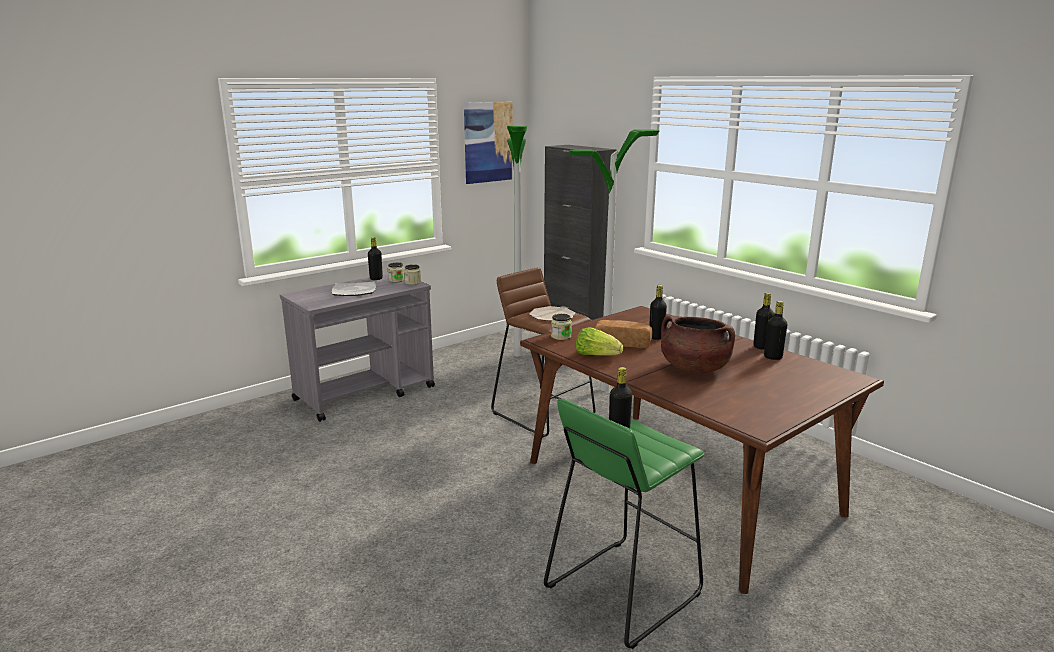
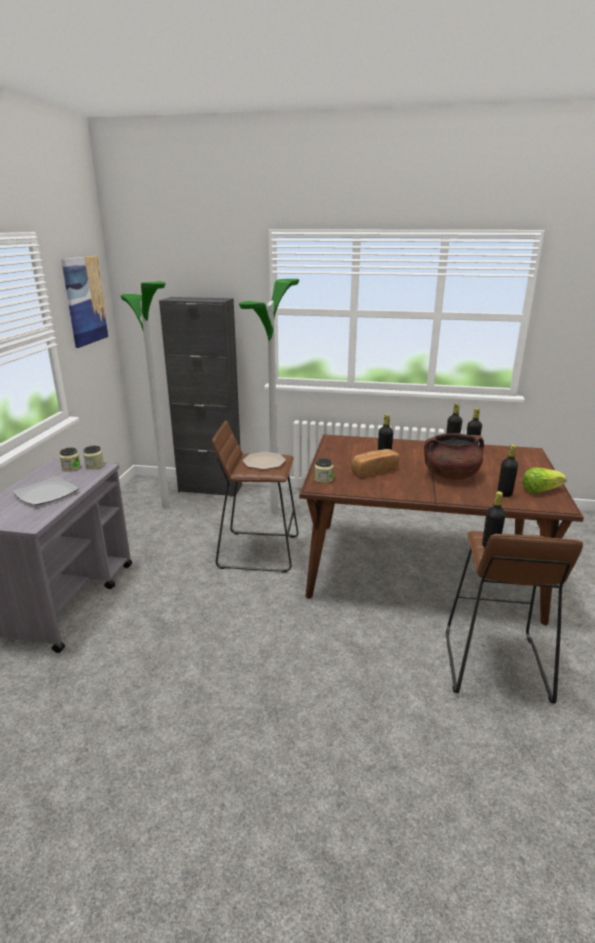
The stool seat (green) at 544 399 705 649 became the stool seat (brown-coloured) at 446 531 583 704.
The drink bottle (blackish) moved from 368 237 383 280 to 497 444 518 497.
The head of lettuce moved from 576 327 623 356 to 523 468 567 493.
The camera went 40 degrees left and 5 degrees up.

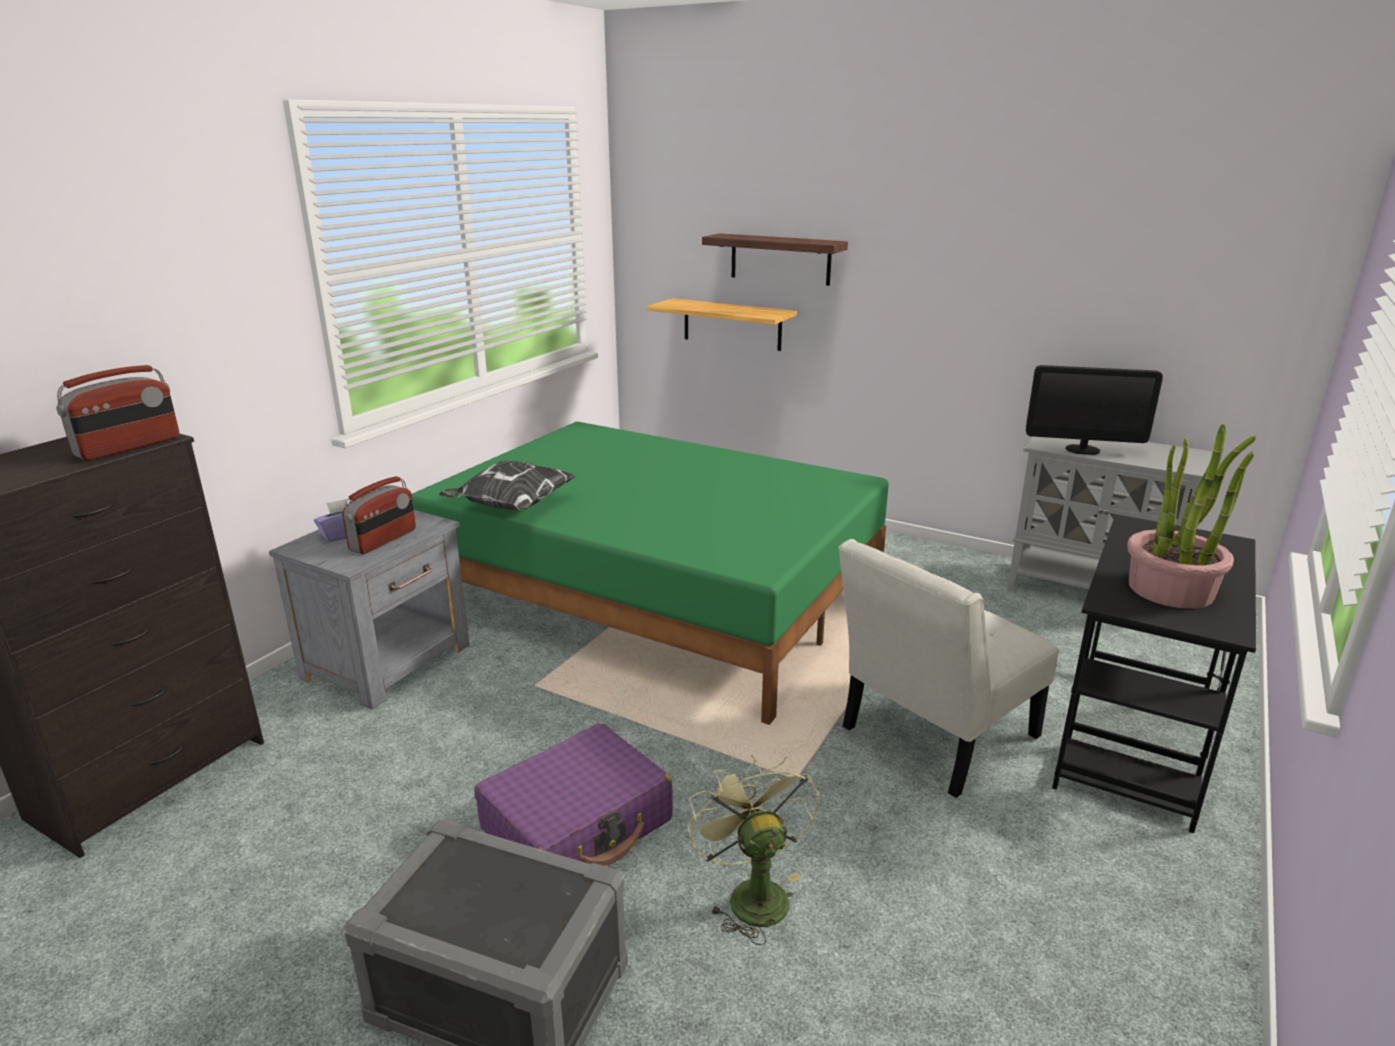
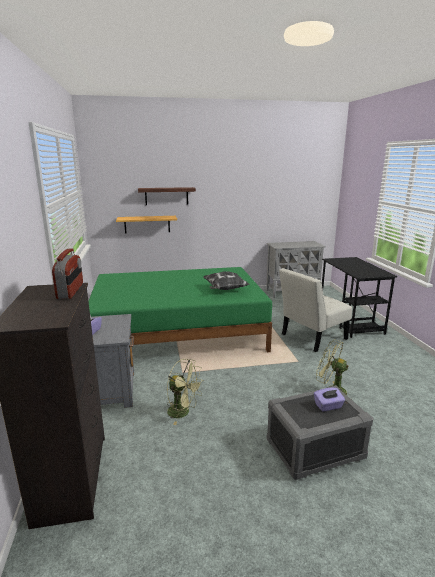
The cooling fan (green) at 167 359 204 425 appeared.
The cushion moved from 439 461 576 510 to 203 271 250 290.
The plain chair (white-coloured) at 838 539 1059 798 turned 45 degrees clockwise.
The tissue holder (purple-coloured) at 314 388 345 412 appeared.
The radio receiver at 342 476 416 554 disappeared.
The suitcase (purple-coloured) at 474 723 673 866 disappeared.
The computer screen at 1026 365 1163 455 disappeared.
The potted plant at 1127 424 1256 609 disappeared.
The camera went 40 degrees left and 5 degrees down.

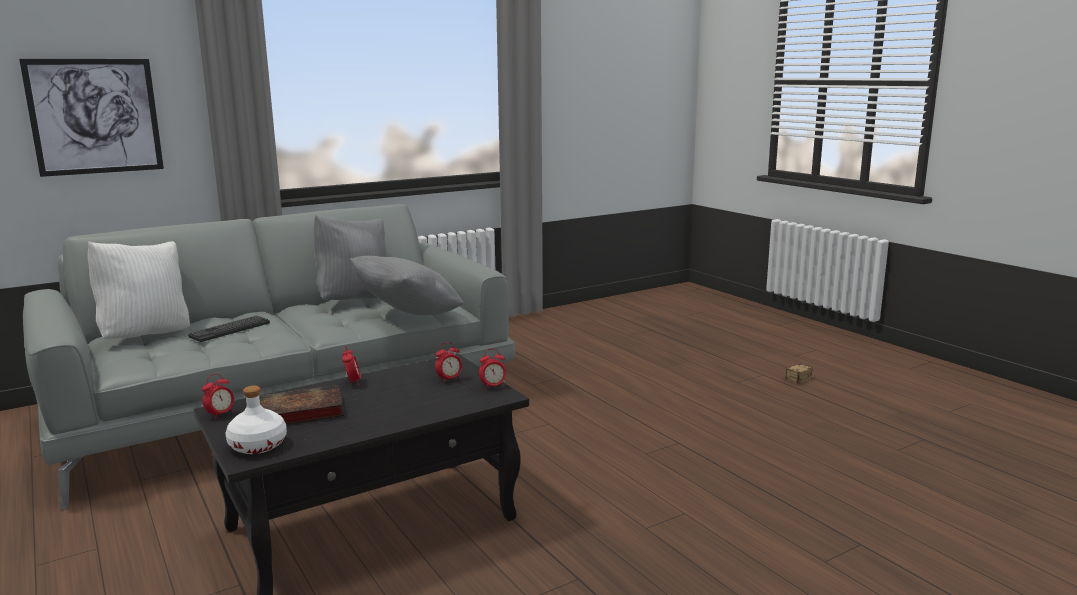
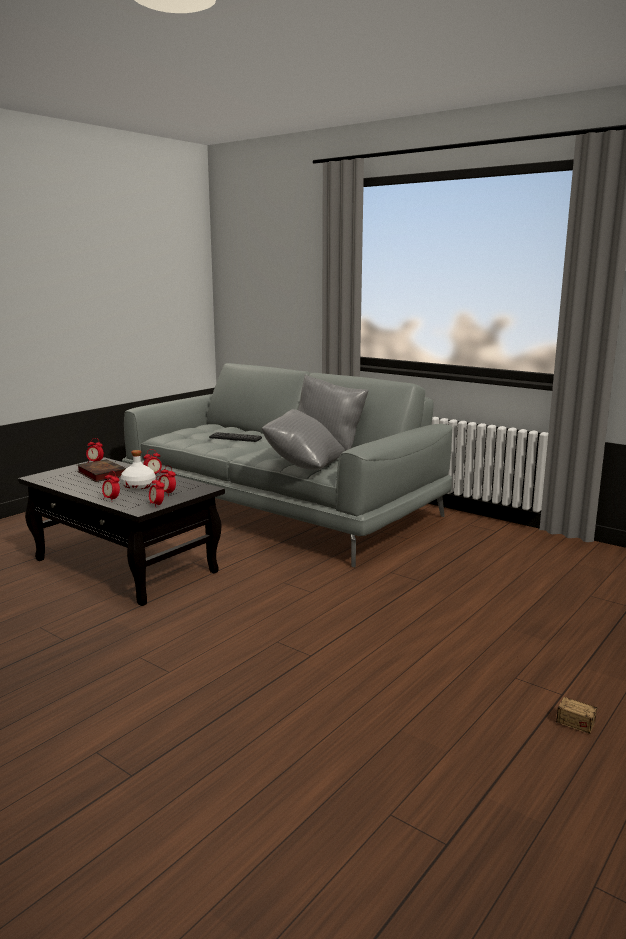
The alarm clock at 102 471 120 500 appeared.
The drink bottle (white-coloured) moved from 226 386 287 454 to 120 450 156 490.
The picture at 19 59 164 177 disappeared.
The cushion (white-coloured) at 88 241 190 339 disappeared.
The camera went 70 degrees right and 0 degrees up.

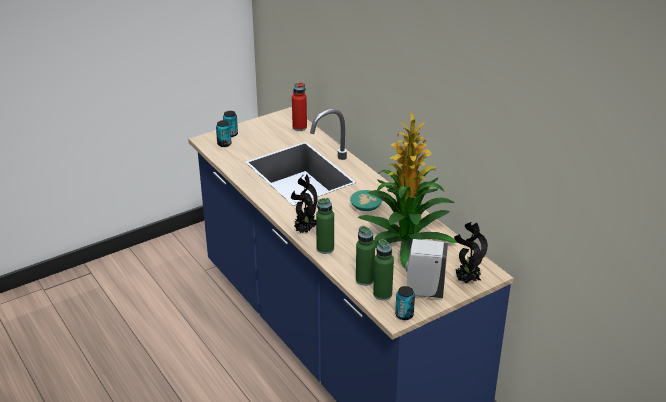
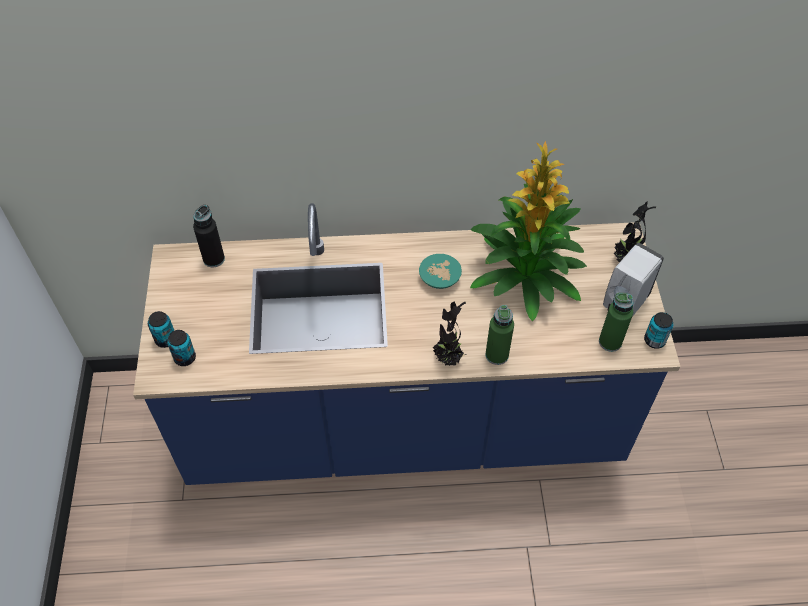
The drink bottle (red) at 292 83 307 131 became the drink bottle (blackish) at 193 205 225 267.
The drink bottle (green) at 356 226 375 286 disappeared.
The camera went 60 degrees left and 20 degrees up.

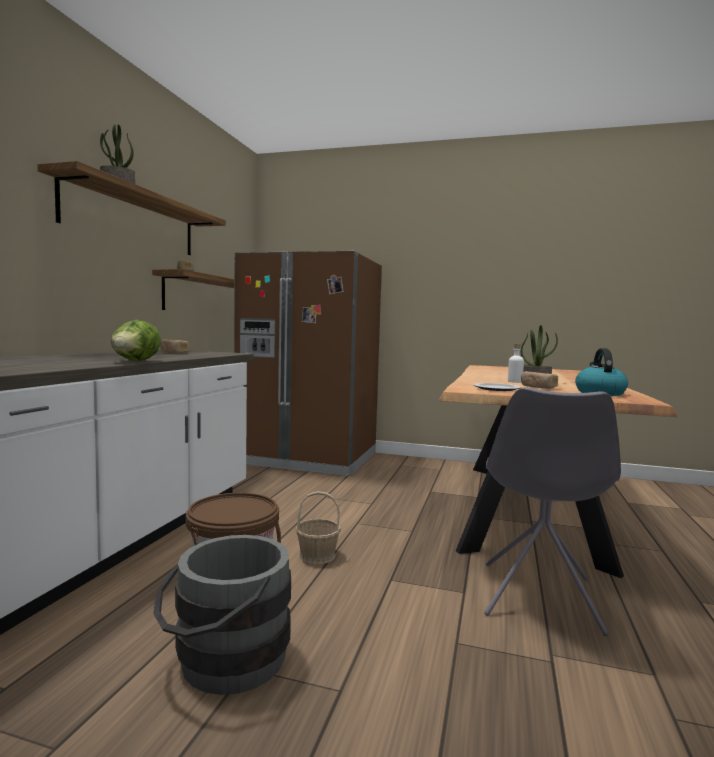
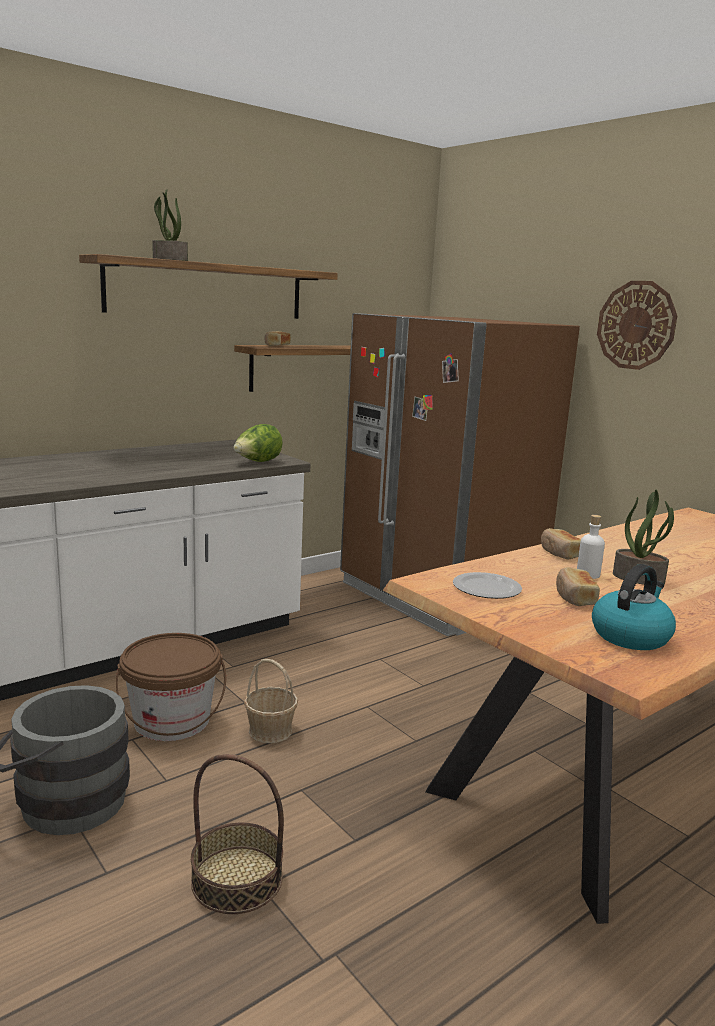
The household basket at 191 754 284 914 appeared.
The head of lettuce moved from 111 320 161 361 to 233 424 283 462.
The baked bread moved from 160 339 189 353 to 541 528 581 559.
The clock on the wall at 597 281 677 370 appeared.
The plain chair (greyish) at 484 387 621 636 disappeared.
The camera went 35 degrees right and 10 degrees up.

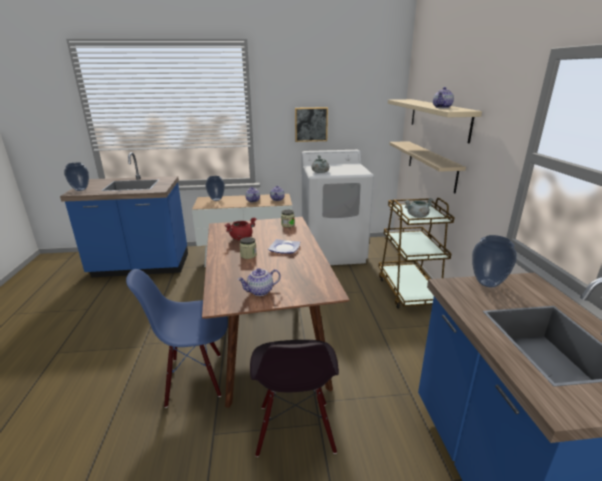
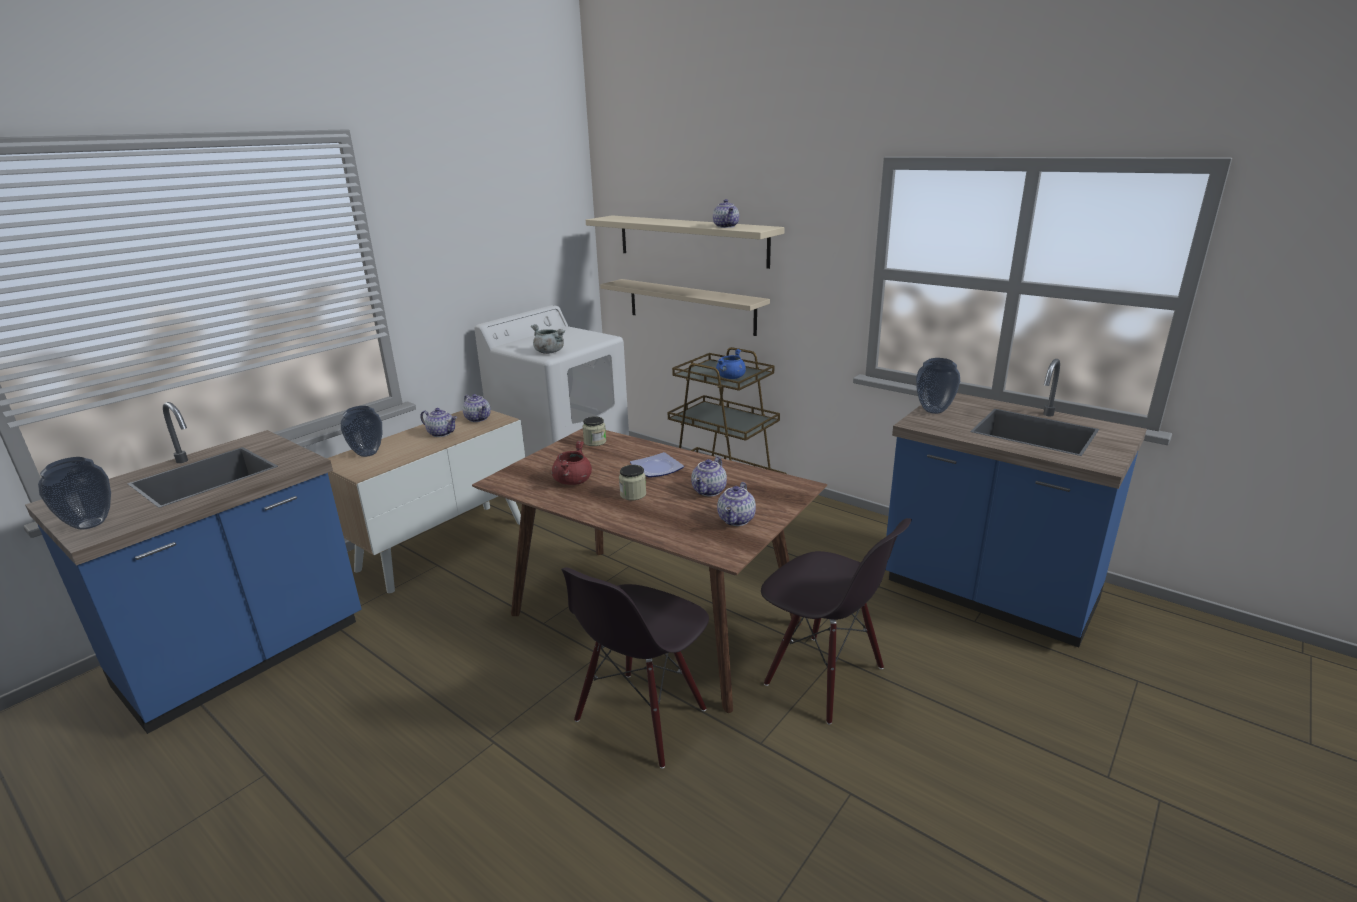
The plain chair (bluish) at 126 269 228 408 became the plain chair (blackish) at 561 567 709 769.
The pot for tea at 691 457 727 497 appeared.
The stockpot (greyish) at 404 198 433 218 became the stockpot (bluish) at 716 349 746 379.
The picture at 295 107 328 142 disappeared.
The camera went 45 degrees left and 0 degrees up.

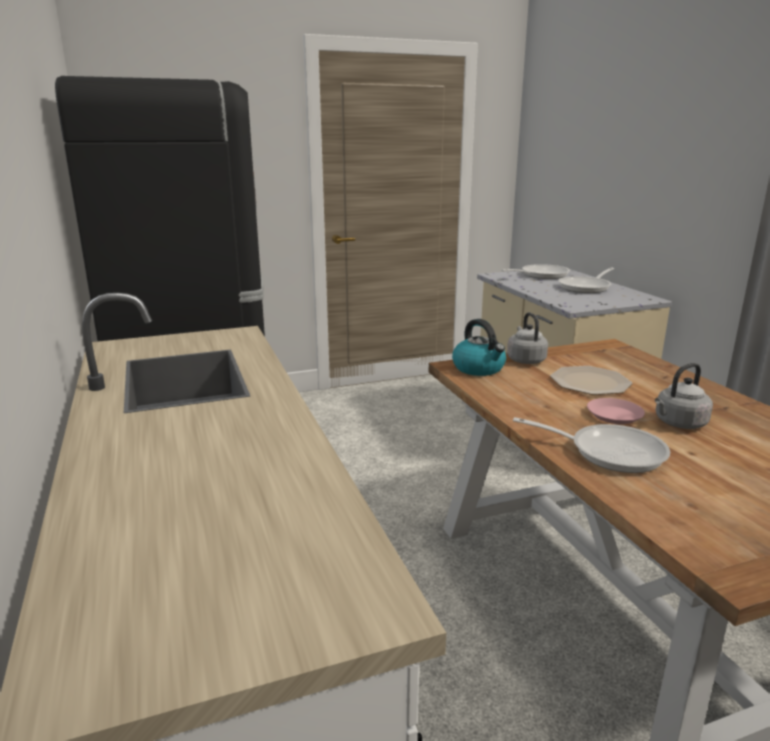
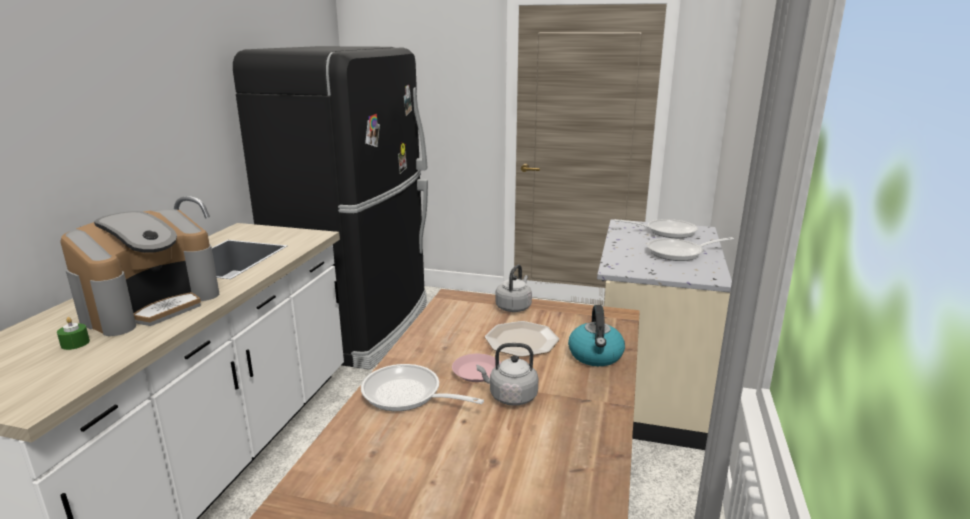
The wax light (green) at 57 317 90 350 appeared.
The coffee machine at 60 209 219 336 appeared.
The skillet at 513 417 670 473 turned 150 degrees clockwise.
The water kettle moved from 452 319 506 376 to 568 305 625 366.
The camera went 35 degrees right and 0 degrees up.

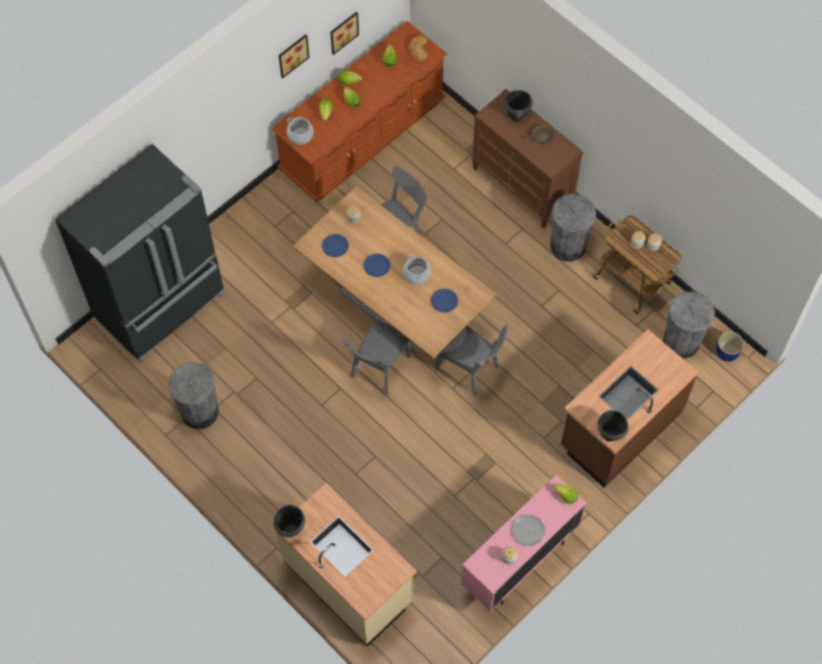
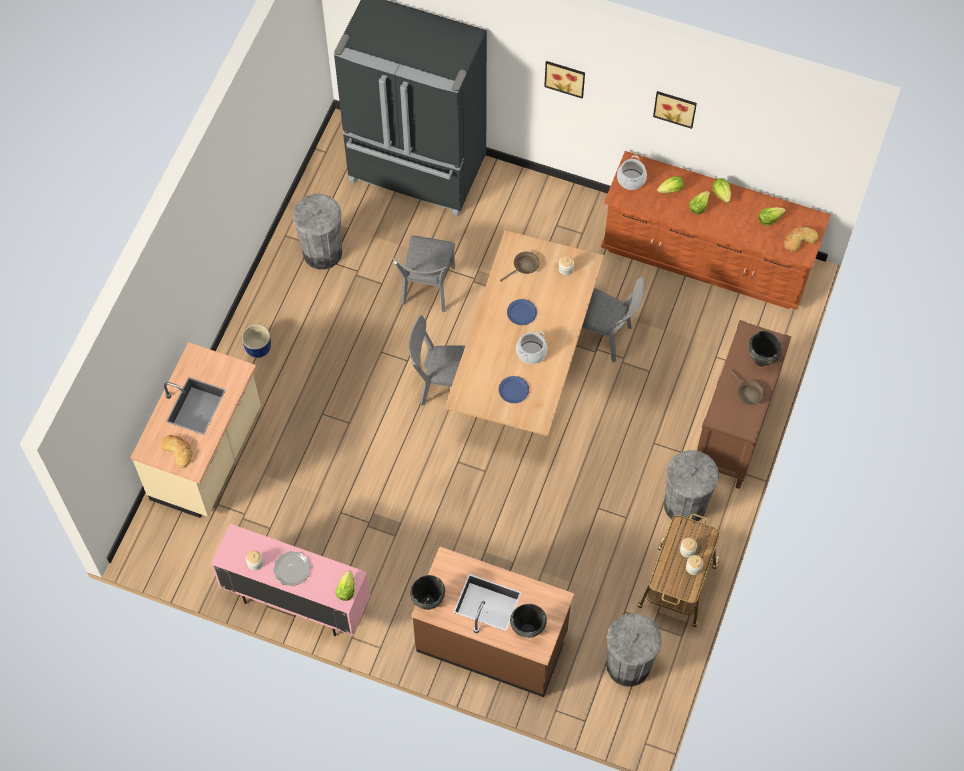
The baked bread at 161 435 193 468 appeared.
The flower pot (bluish) moved from 716 332 744 362 to 242 324 271 358.
The plain chair (greyish) moved from 435 325 509 397 to 393 236 455 312.
The flat dish (bluish) at 322 234 349 257 was replaced by the skillet (brown-coloured) at 500 252 540 282.
The stockpot (blackish) moved from 274 505 305 537 to 510 604 547 638.
The picture moved from 330 12 359 55 to 544 61 585 98.
The camera went 65 degrees right and 0 degrees up.

